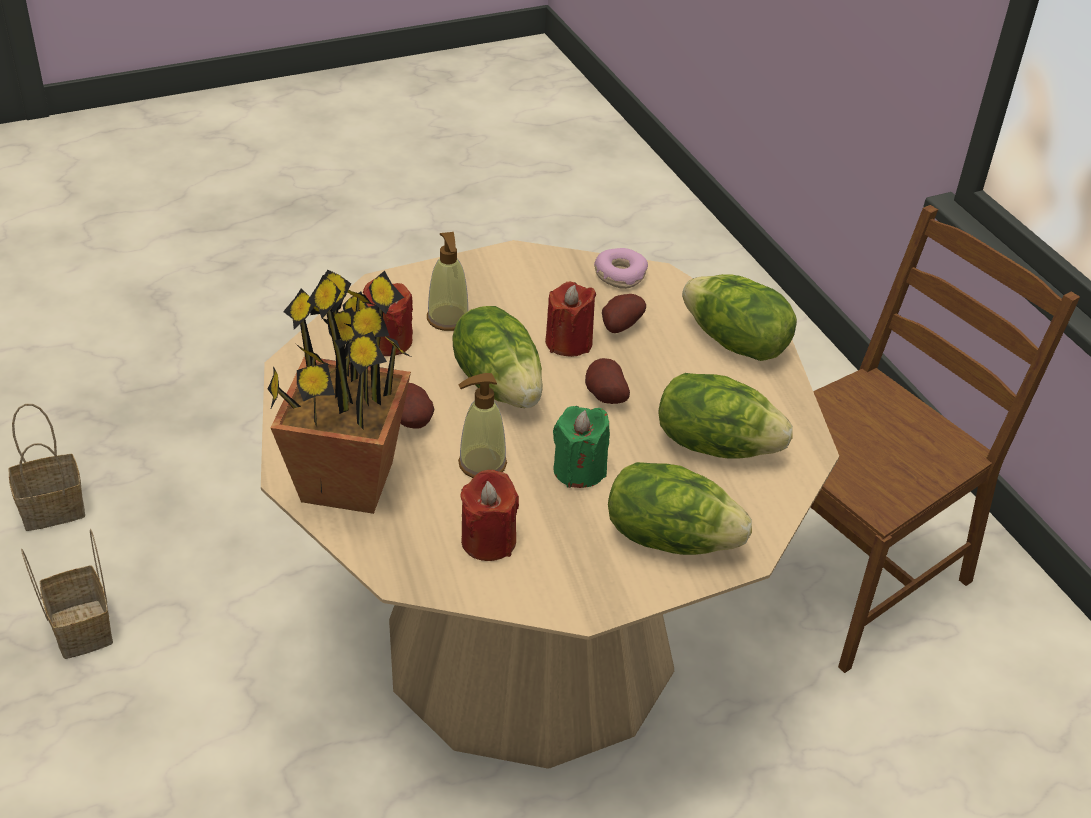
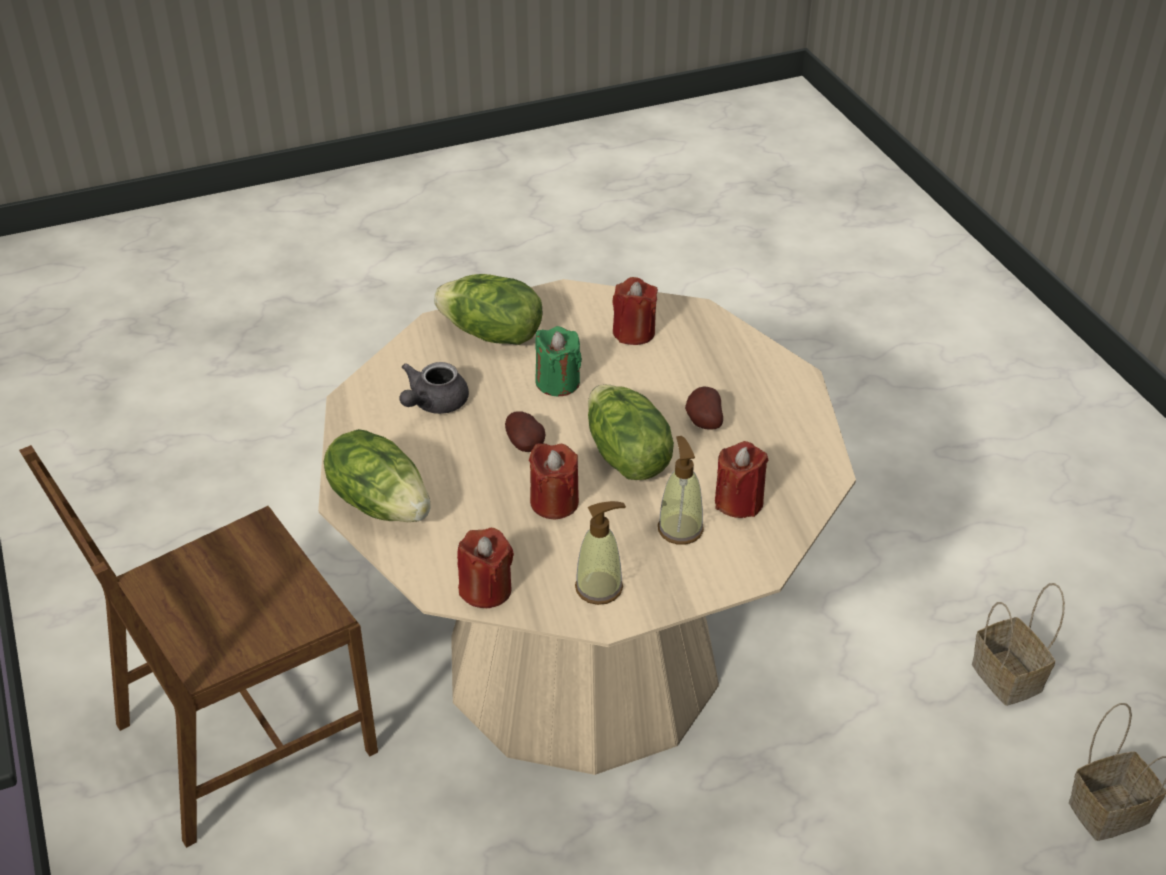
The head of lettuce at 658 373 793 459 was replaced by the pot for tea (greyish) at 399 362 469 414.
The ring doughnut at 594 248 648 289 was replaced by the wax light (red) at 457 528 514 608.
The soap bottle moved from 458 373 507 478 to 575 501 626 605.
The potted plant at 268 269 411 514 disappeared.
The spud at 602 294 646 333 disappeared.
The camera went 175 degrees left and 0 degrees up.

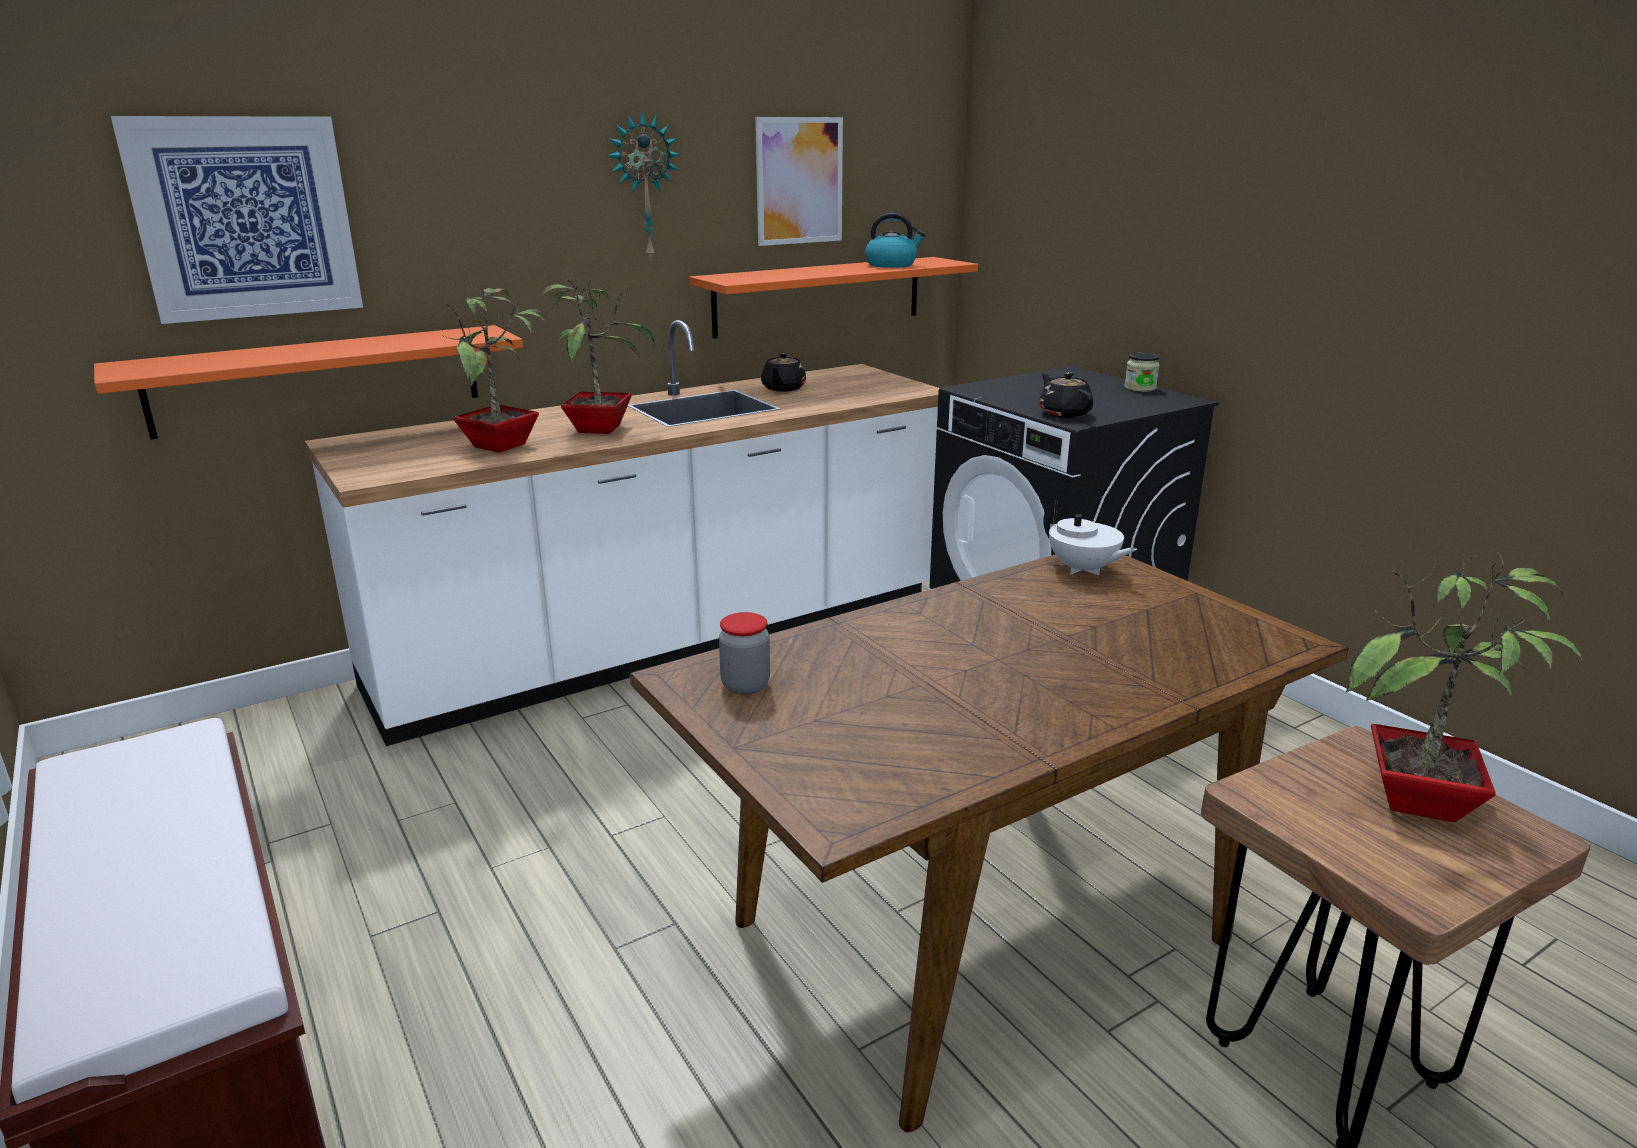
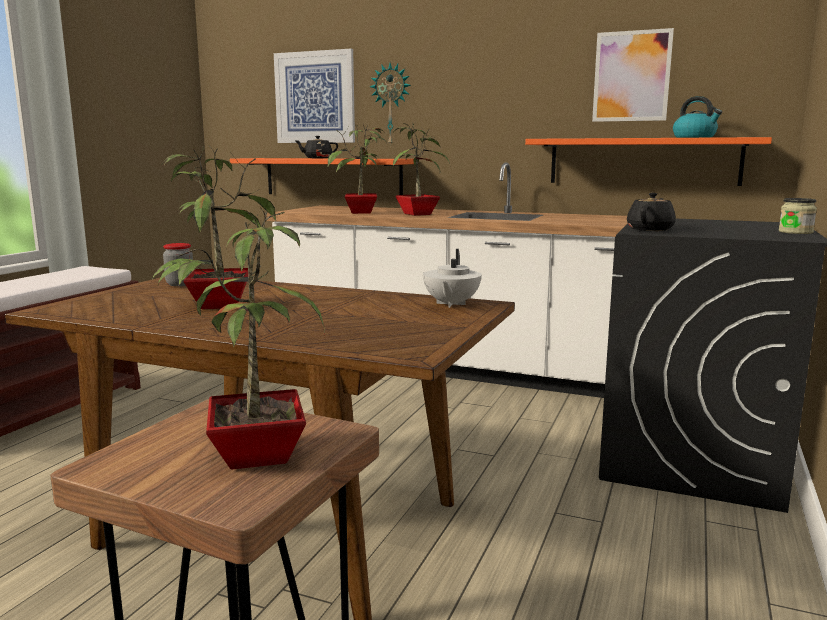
The potted plant at 164 147 276 309 appeared.
The pot for tea (blackish) moved from 761 353 806 392 to 294 136 338 158.
The clock on the wall moved from 607 112 680 261 to 370 63 411 147.
The camera went 55 degrees right and 10 degrees down.

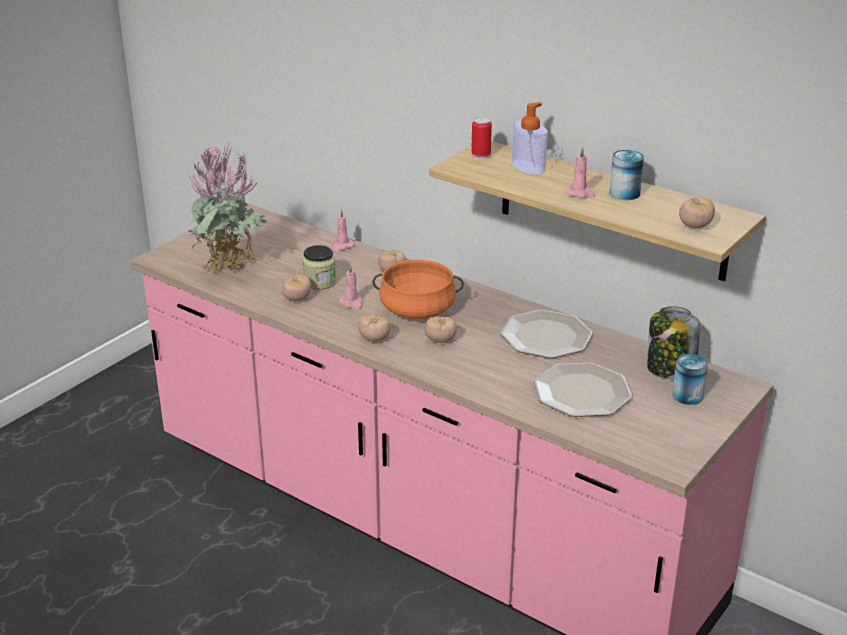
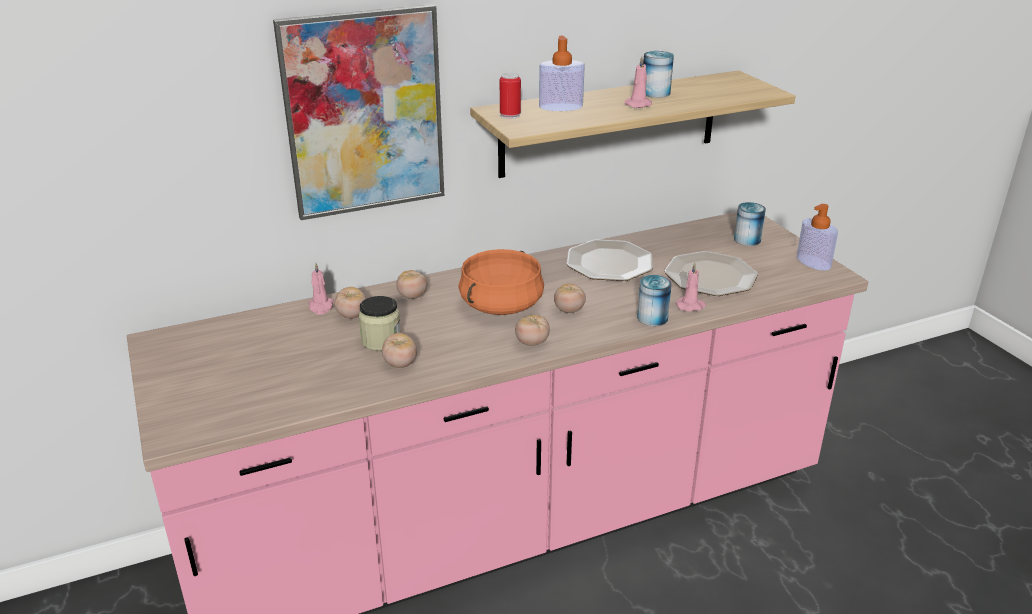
The picture at 273 4 444 220 appeared.
The fresh tomato moved from 679 196 715 228 to 335 287 366 319.
The metal can at 637 275 672 326 appeared.
The wax light (pinkish) moved from 339 264 363 309 to 676 263 706 311.
The soap bottle at 797 204 838 271 appeared.
The potted plant at 186 143 267 276 disappeared.
The preserve jar at 647 306 700 379 disappeared.
The camera went 60 degrees left and 0 degrees up.

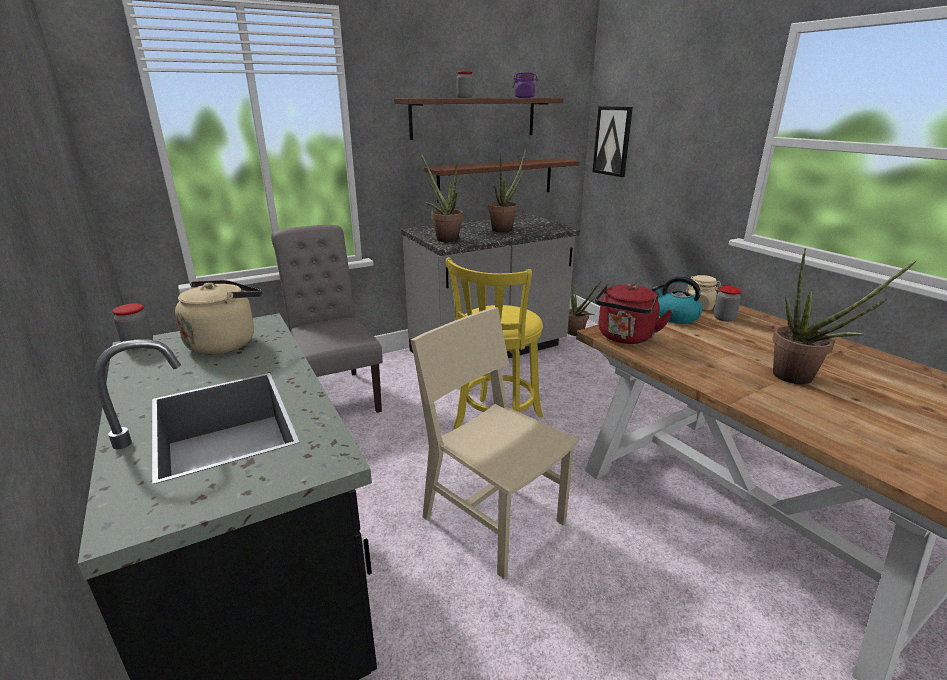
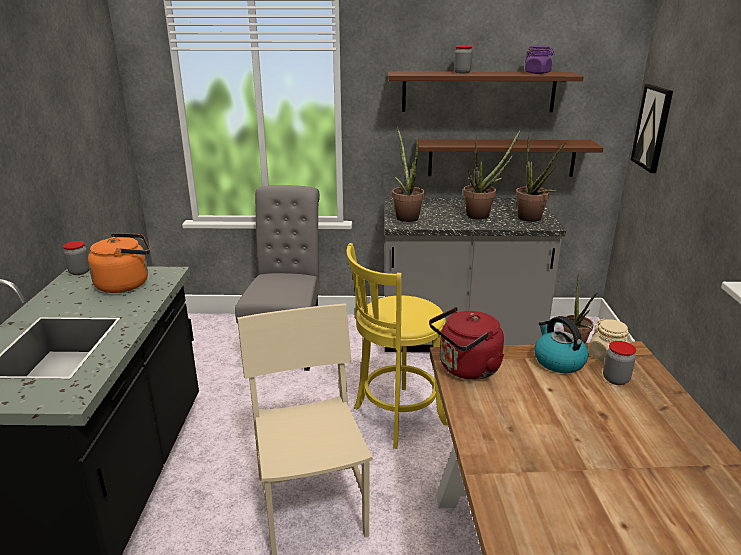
The water kettle (sand-coloured) at 175 280 262 354 became the water kettle (orange) at 88 233 150 293.
The potted plant moved from 773 248 918 385 to 516 134 565 222.
The camera went 30 degrees right and 0 degrees up.

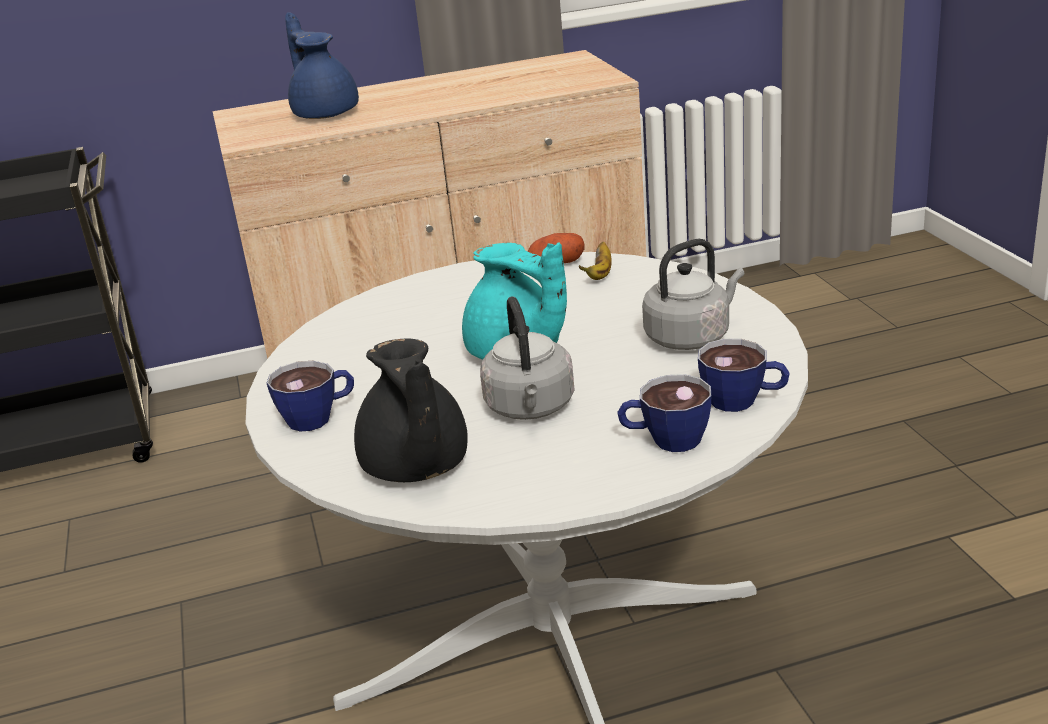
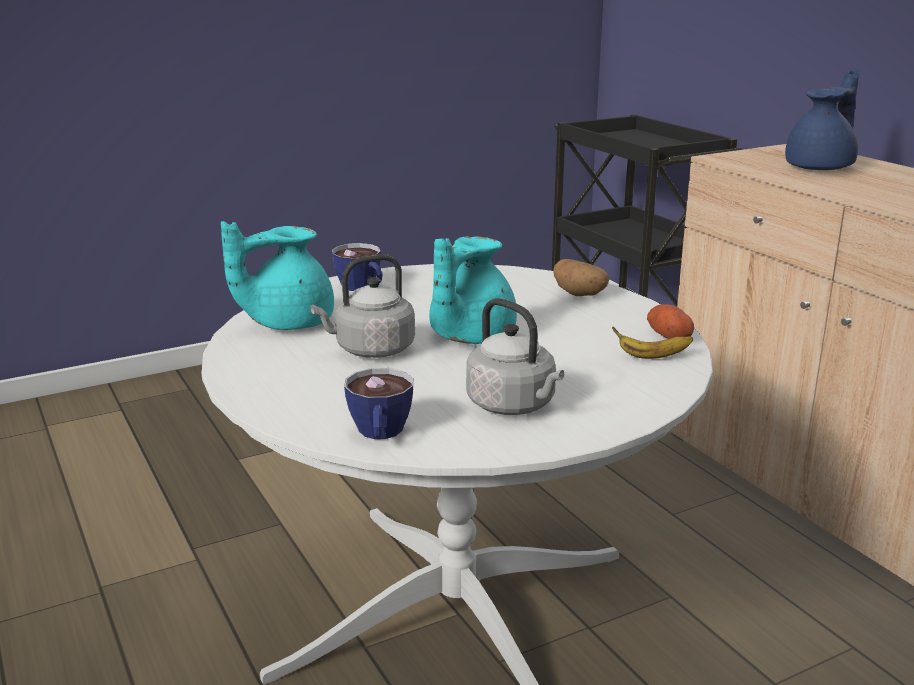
The pot for tea (blackish) at 354 339 468 482 became the pot for tea (blue-green) at 221 221 334 330.
The spud at 553 259 609 296 appeared.
The cup at 617 374 711 452 disappeared.
The camera went 75 degrees right and 5 degrees down.

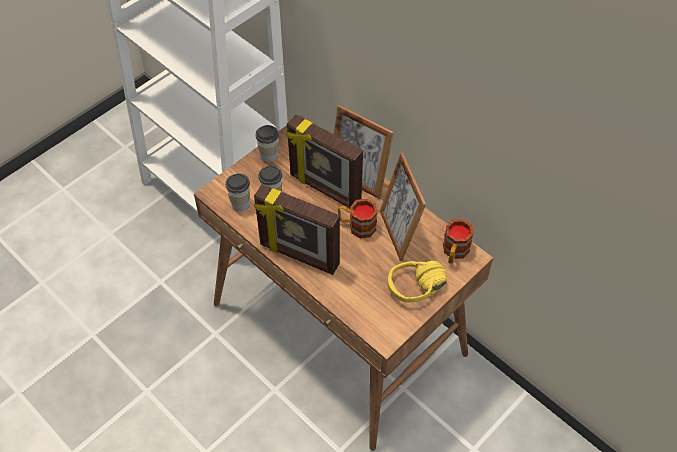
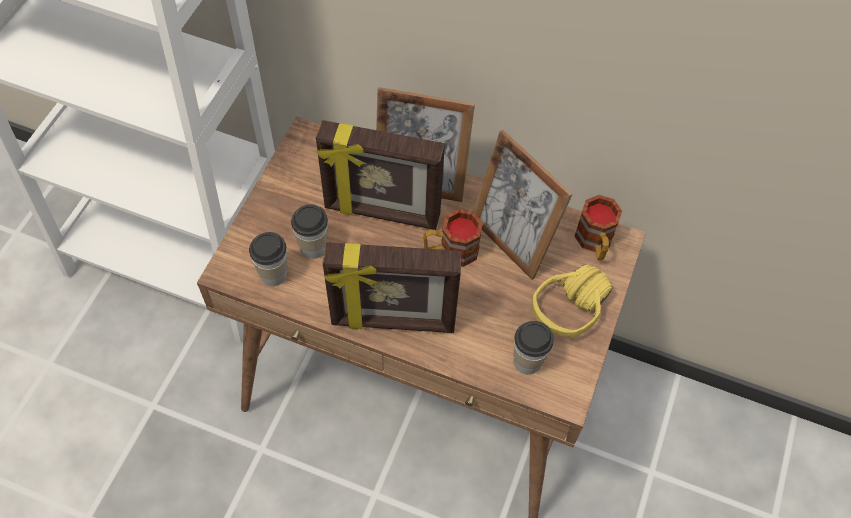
The cup moved from 256 125 279 162 to 514 321 554 374.
The camera went 25 degrees left and 5 degrees up.

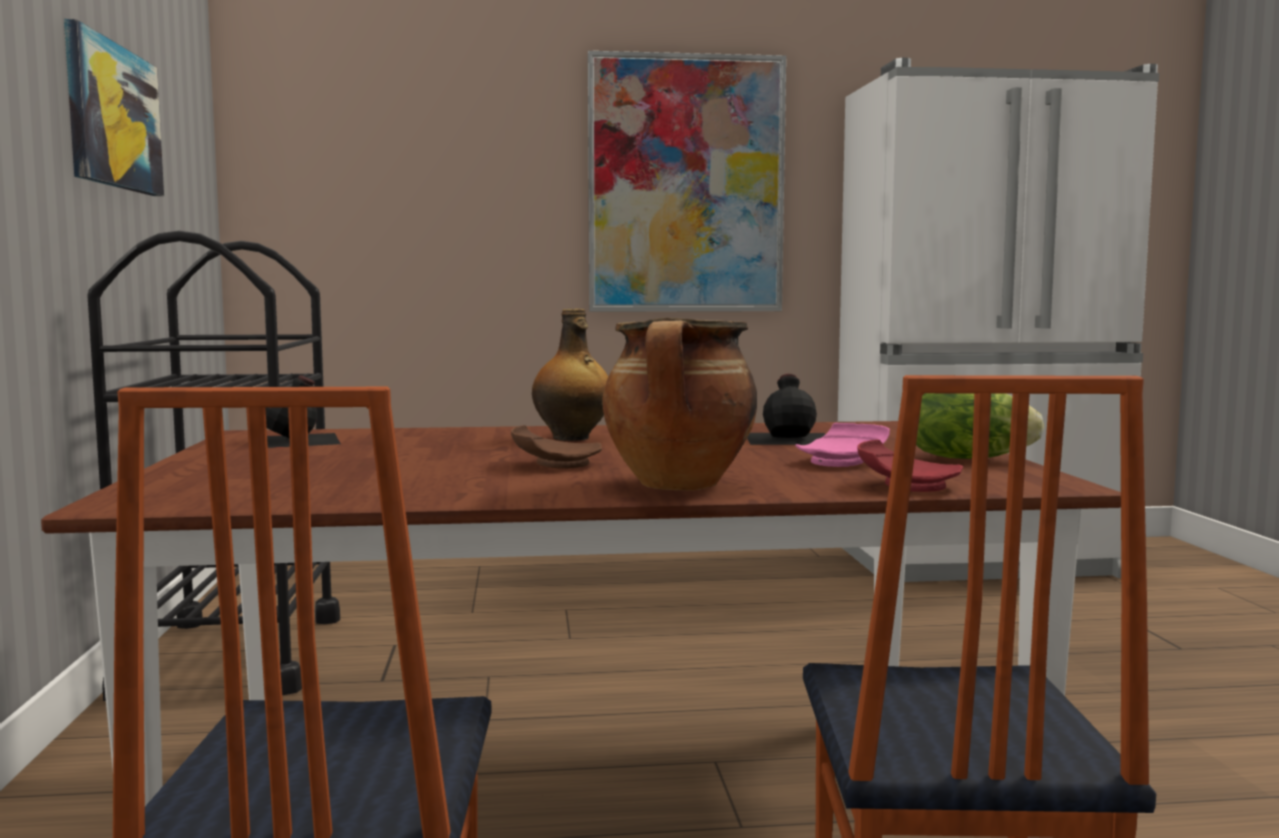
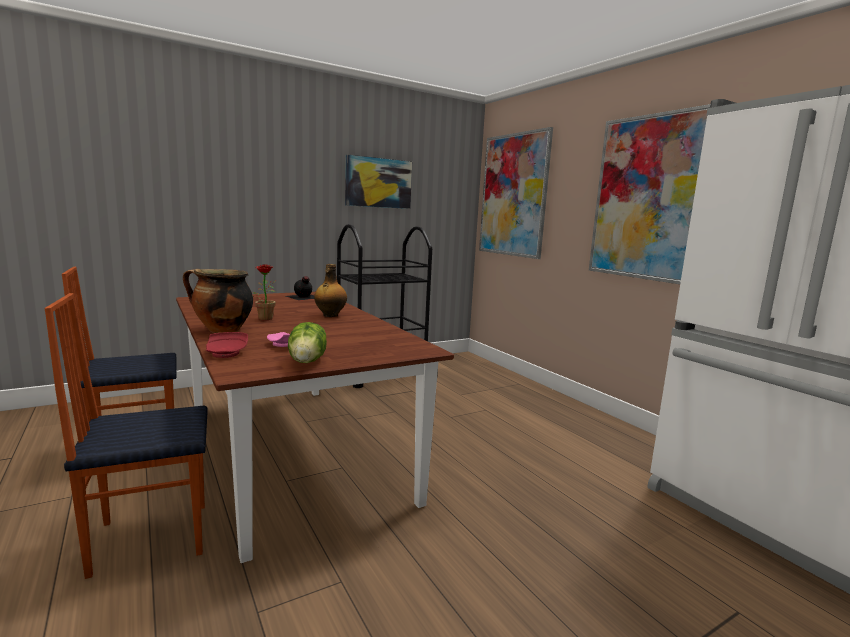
The flat dish (brown-coloured) at 511 425 602 469 was replaced by the potted plant at 253 264 276 320.
The picture at 479 127 553 259 appeared.
The drink bottle (blackish) at 747 374 825 445 disappeared.
The camera went 65 degrees right and 5 degrees up.

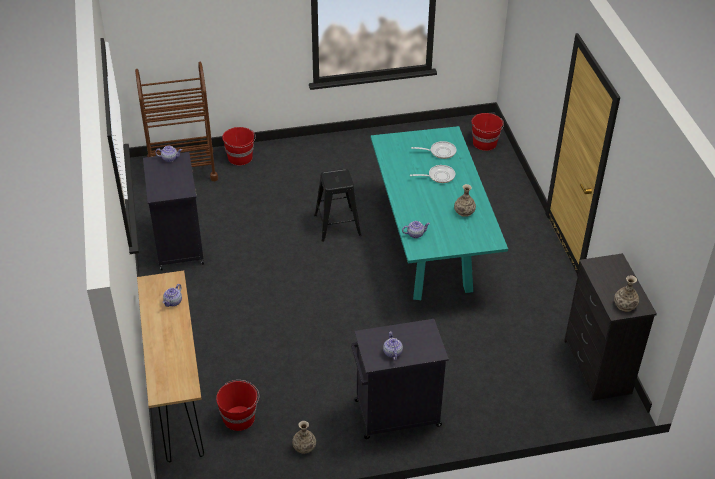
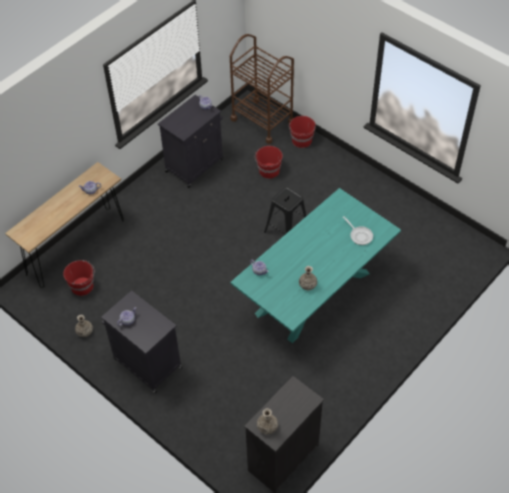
The bucket (red) moved from 472 113 504 151 to 255 146 283 179.
The skillet at 410 165 455 183 disappeared.
The camera went 55 degrees right and 10 degrees up.

